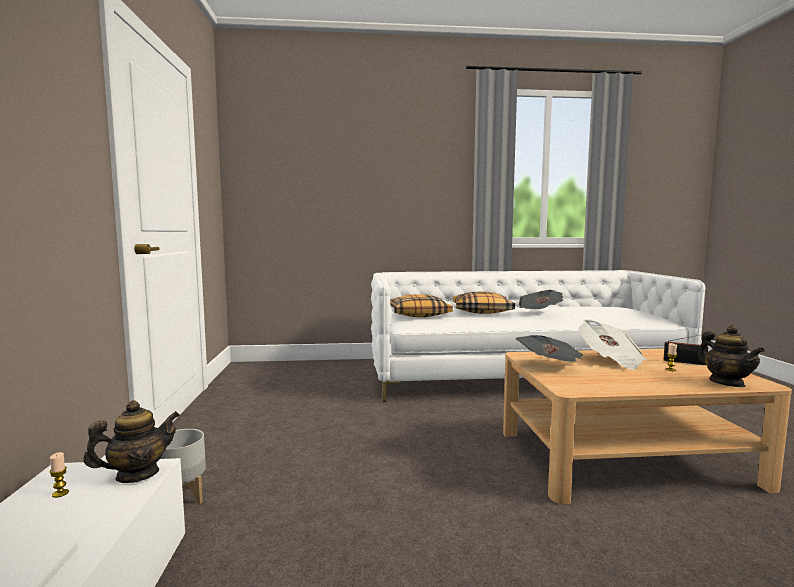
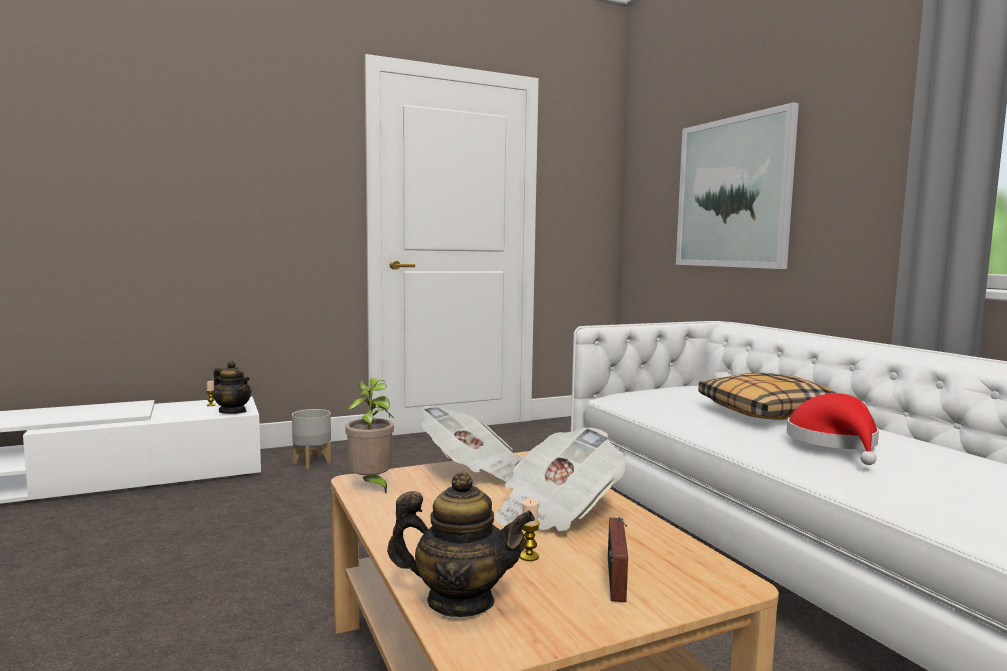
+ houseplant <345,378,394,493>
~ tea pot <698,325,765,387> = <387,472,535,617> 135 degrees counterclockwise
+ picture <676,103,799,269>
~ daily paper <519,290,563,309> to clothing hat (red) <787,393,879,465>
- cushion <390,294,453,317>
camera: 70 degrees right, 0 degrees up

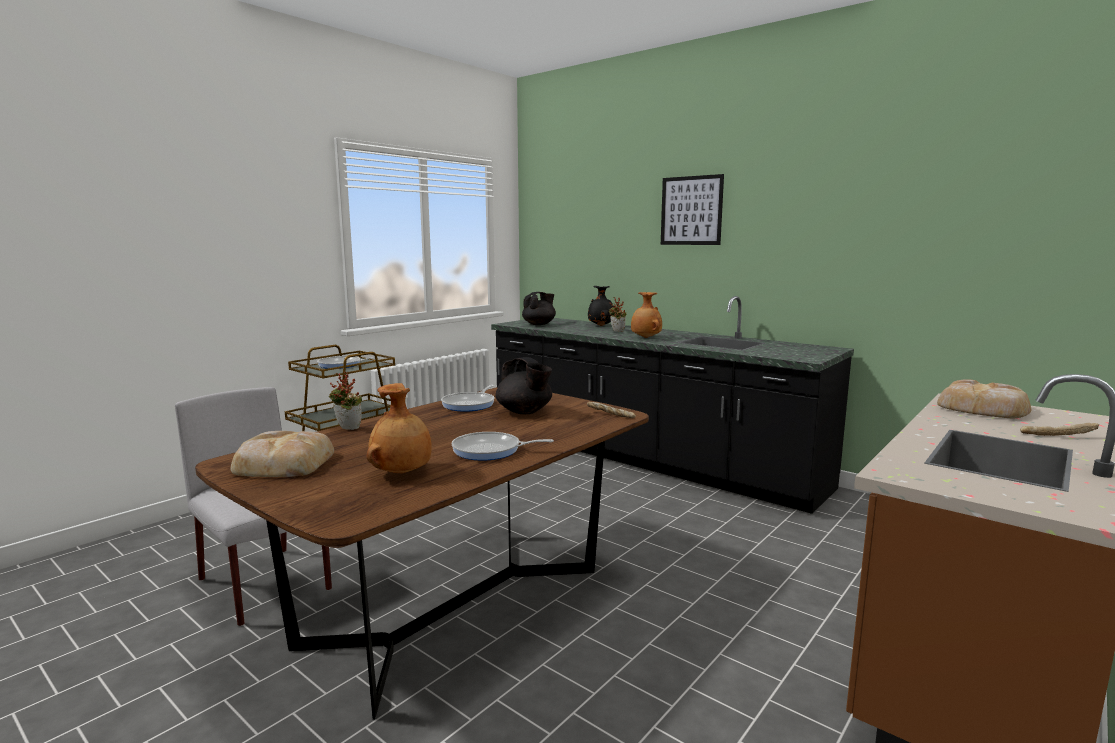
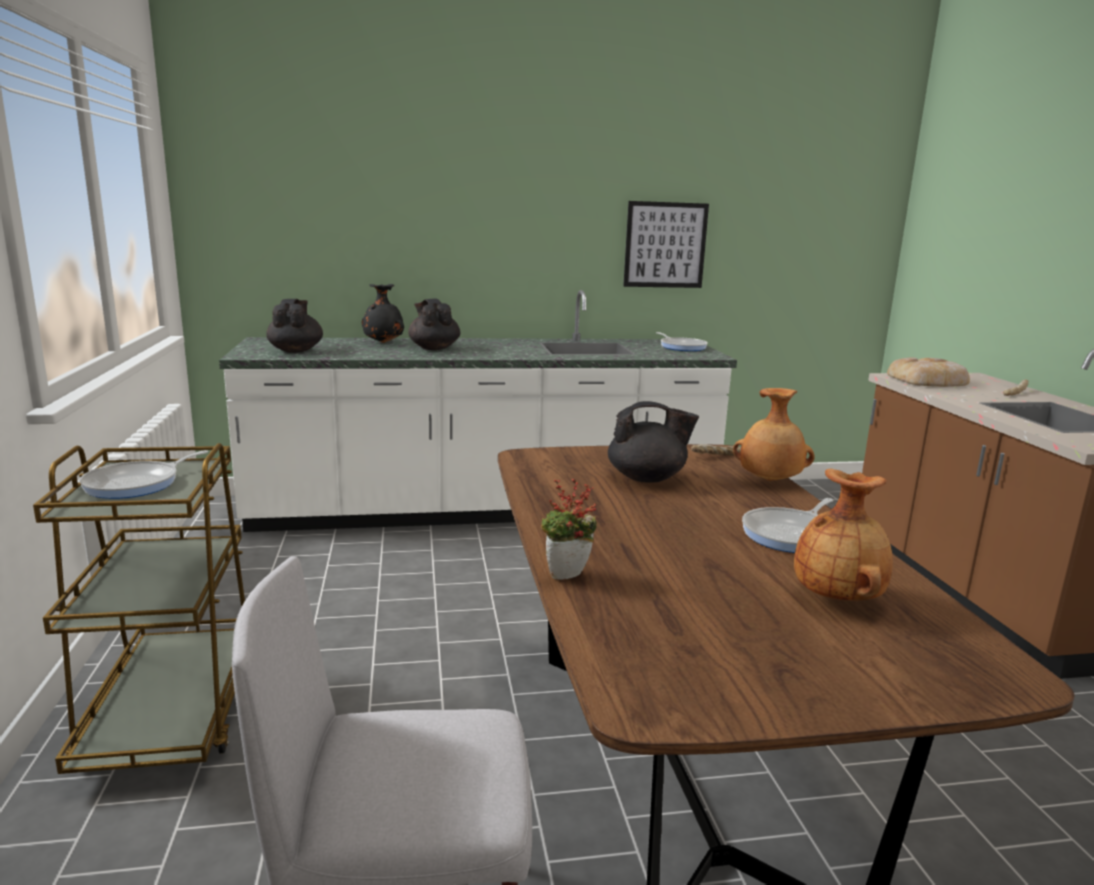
~ kitchen counter (blackish) <491,296,854,514> to kitchen counter (whitish) <219,290,737,532>
~ houseplant <608,297,627,332> to tea pot (blackish) <408,299,460,350>
~ picture <661,174,724,245> to <623,201,709,288>
~ skillet <441,385,494,412> to <656,332,708,351>
~ decorative vase (brownish) <631,292,662,338> to <733,388,815,481>
- bread <231,431,334,477>
camera: 50 degrees left, 5 degrees up

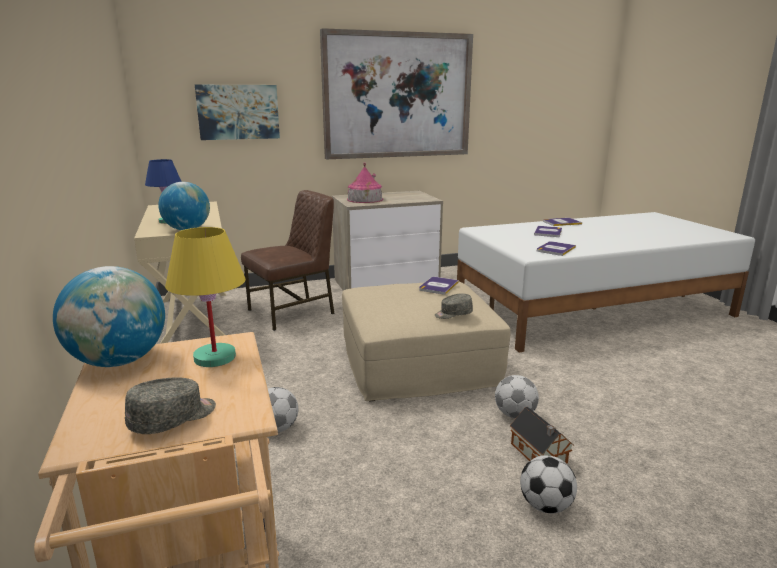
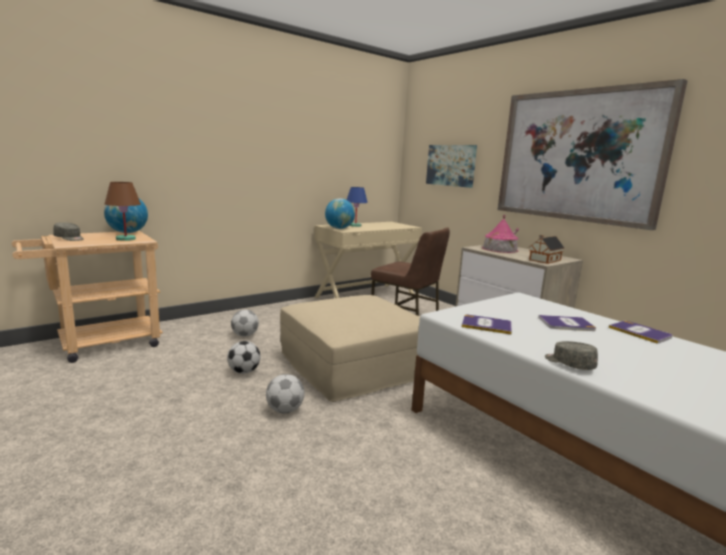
~ table lamp (yellow-coloured) <165,227,246,367> to table lamp (brownish) <105,182,141,241>
~ ball for football <520,455,577,514> to <227,341,261,374>
~ model house <510,407,573,464> to <529,235,565,264>
~ peaked cap (gray) <435,293,473,319> to <545,341,598,370>
- volume <419,277,459,295>
camera: 70 degrees right, 5 degrees down

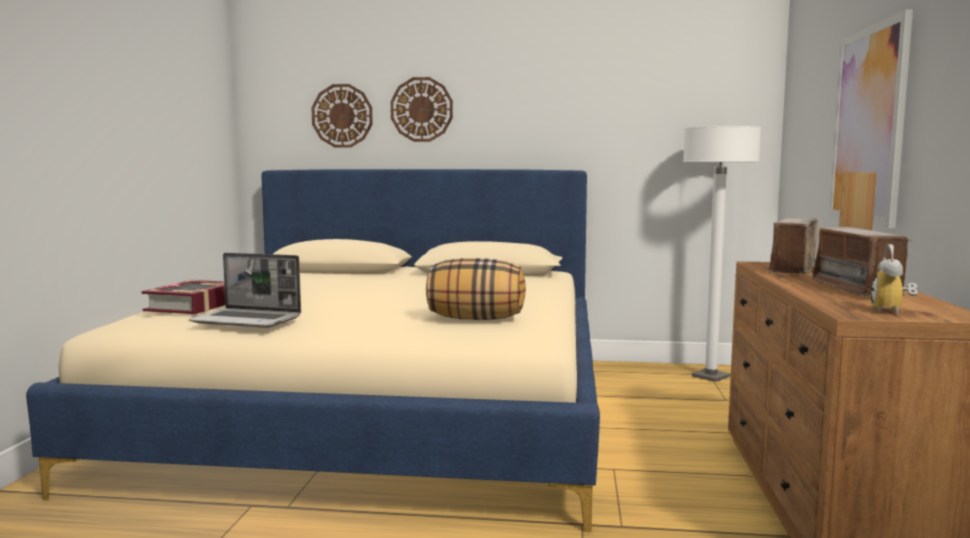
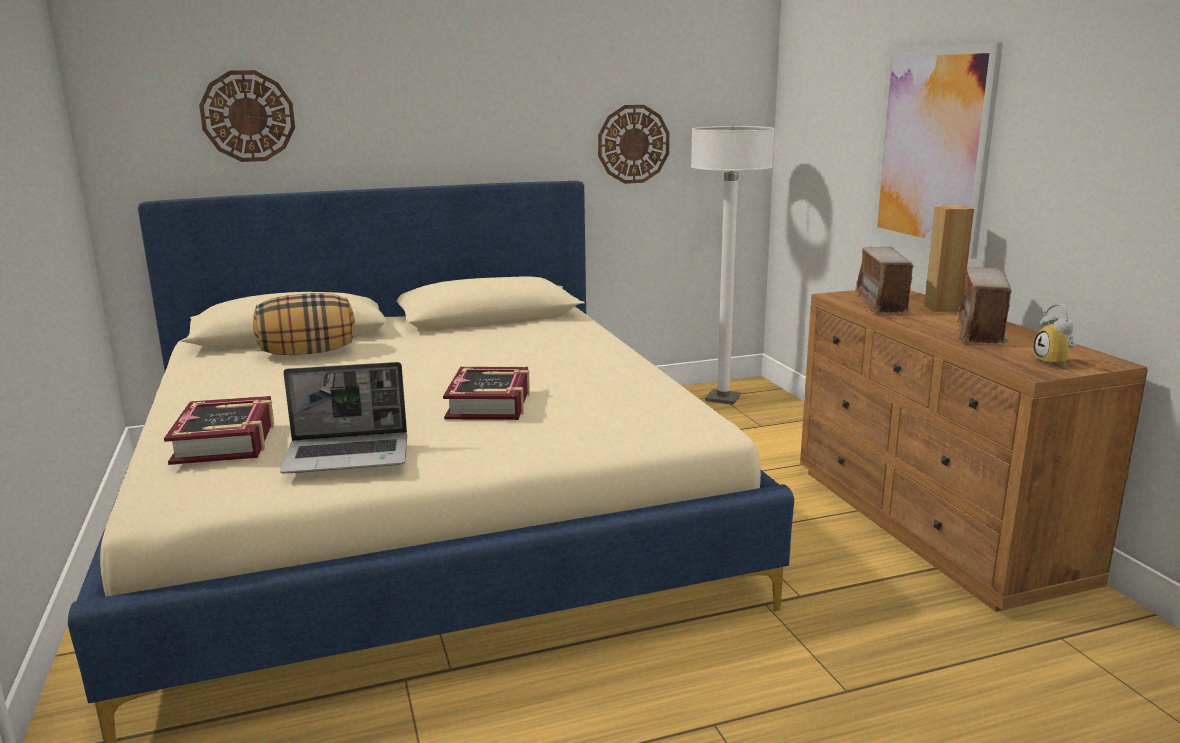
~ cushion <426,258,526,320> to <253,293,355,355>
+ volume <443,367,530,420>
~ hanging clock <390,77,453,142> to <598,105,670,184>
~ radio set <811,227,912,298> = <956,267,1012,345> 45 degrees clockwise
camera: 25 degrees left, 10 degrees up

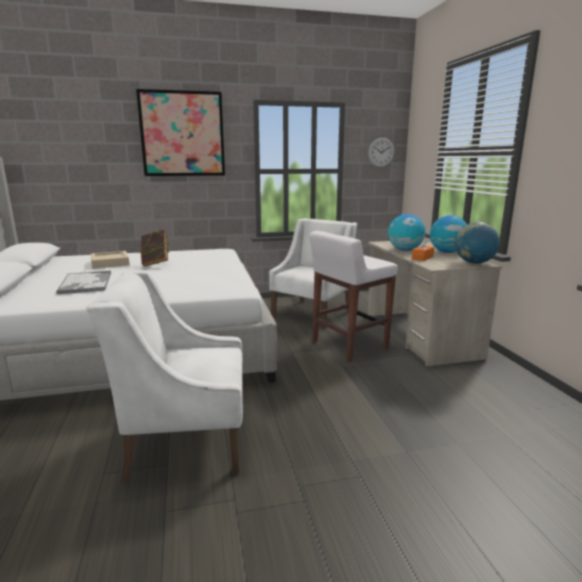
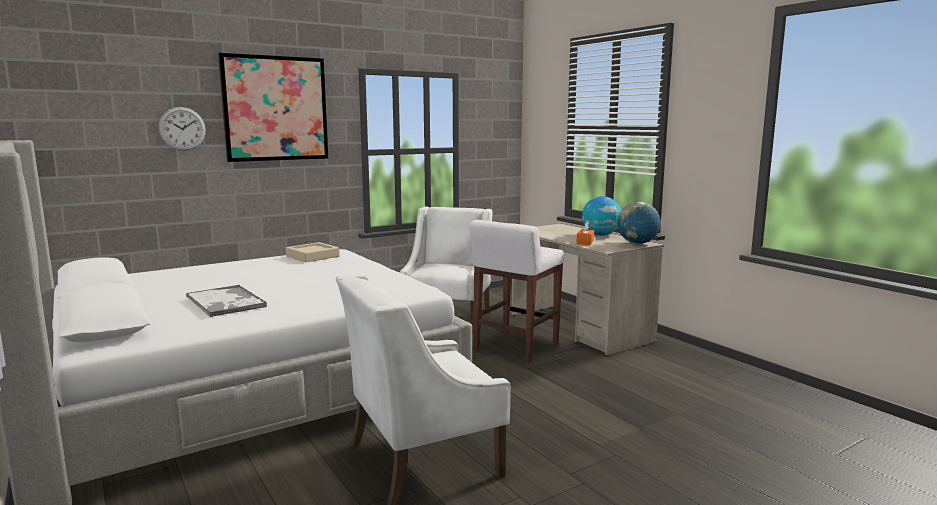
~ hanging clock <368,138,394,167> to <159,107,206,151>
~ tray (beige-coloured) <91,251,129,269> to <286,242,340,262>
- volume <140,230,169,266>
- world globe <388,214,425,251>
camera: 20 degrees left, 5 degrees down

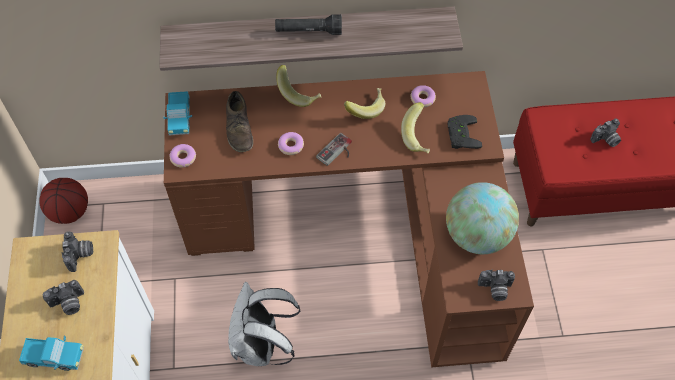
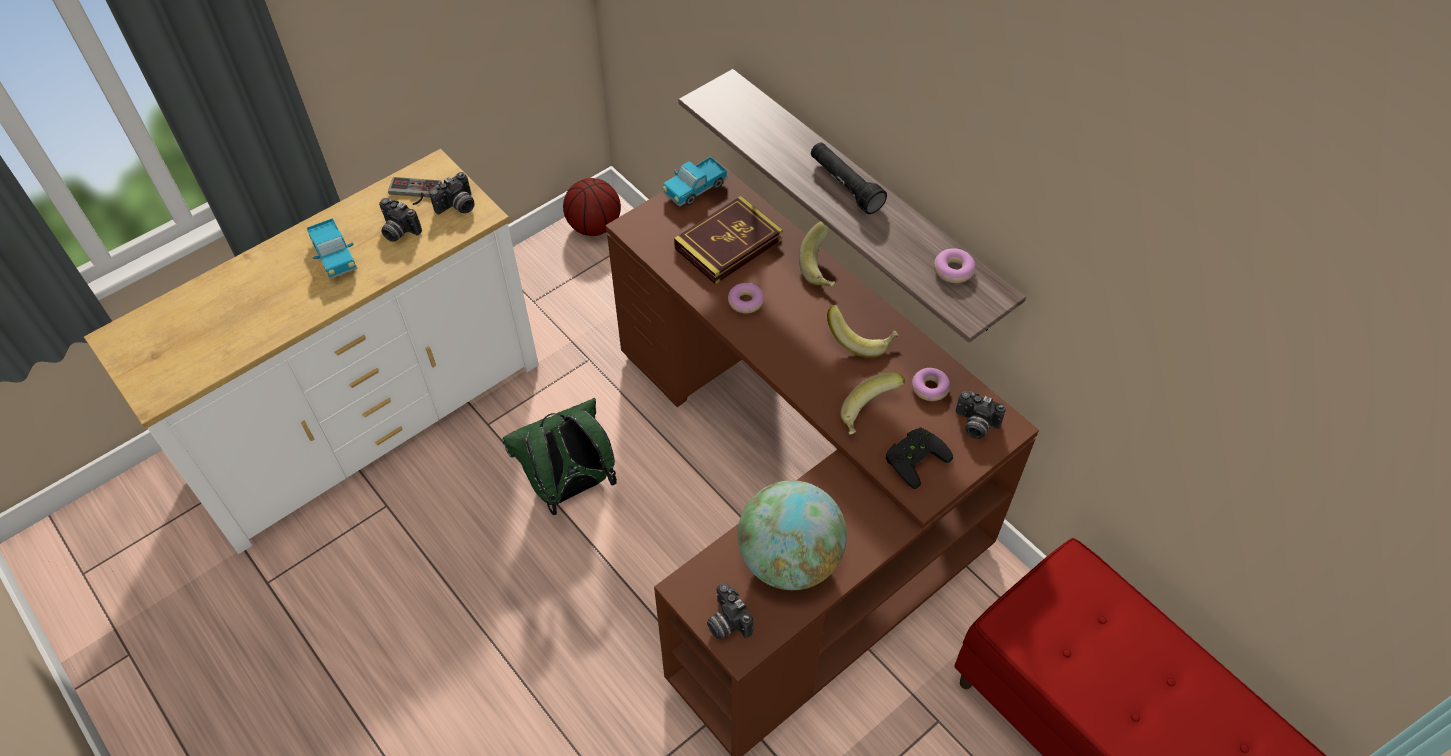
~ game controller <316,133,352,166> to <388,177,442,205>
~ backpack (whitish) <228,282,300,366> to backpack (green) <502,398,617,515>
~ shoe (brownish) <226,91,253,152> to volume <674,196,783,284>
~ ring doughnut <169,144,196,168> to <934,248,976,283>
~ still camera <590,119,621,147> to <955,391,1006,439>
camera: 55 degrees right, 5 degrees down

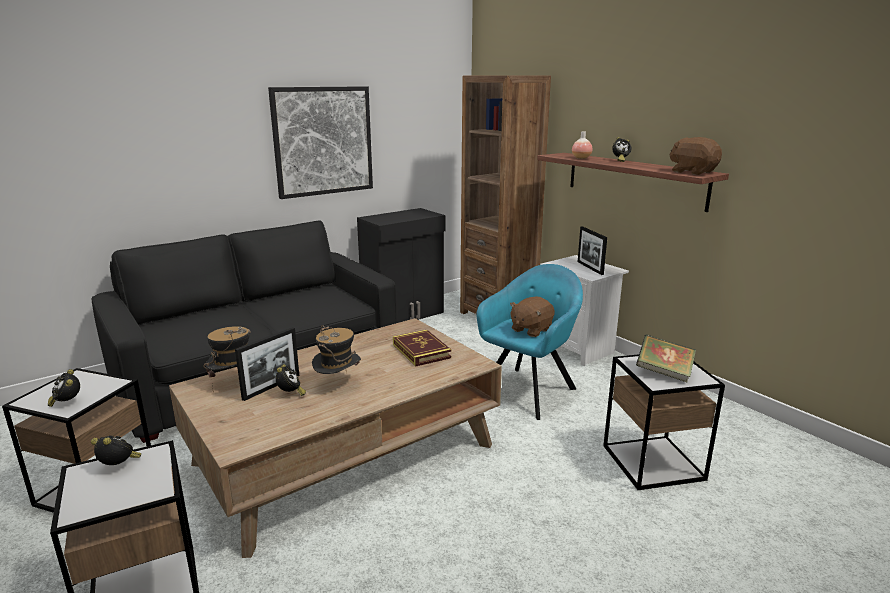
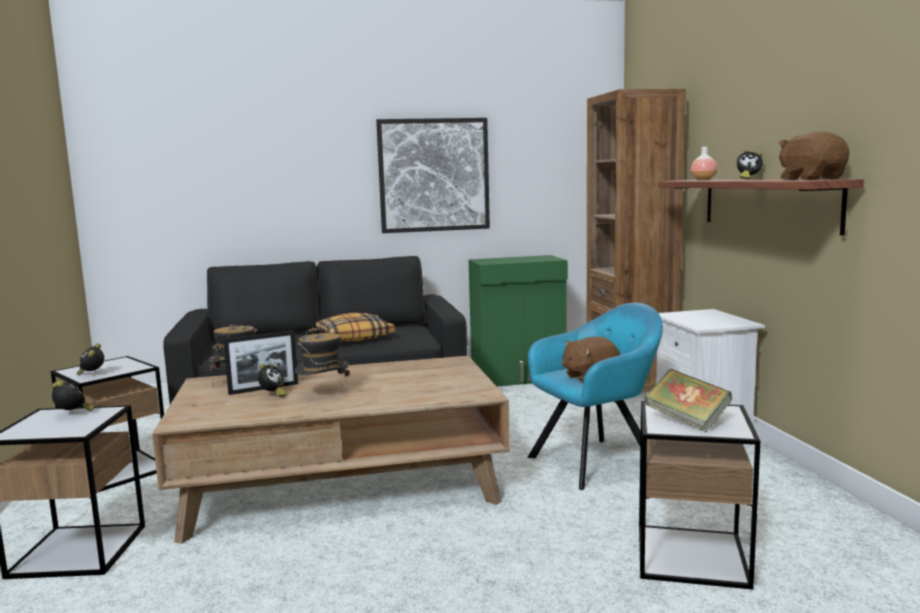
+ cushion <316,313,395,342>
~ cabinet (blackish) <357,208,445,323> to cabinet (green) <469,255,568,387>
- volume <393,330,451,367>
- photo frame <578,226,607,275>
camera: 25 degrees right, 10 degrees down

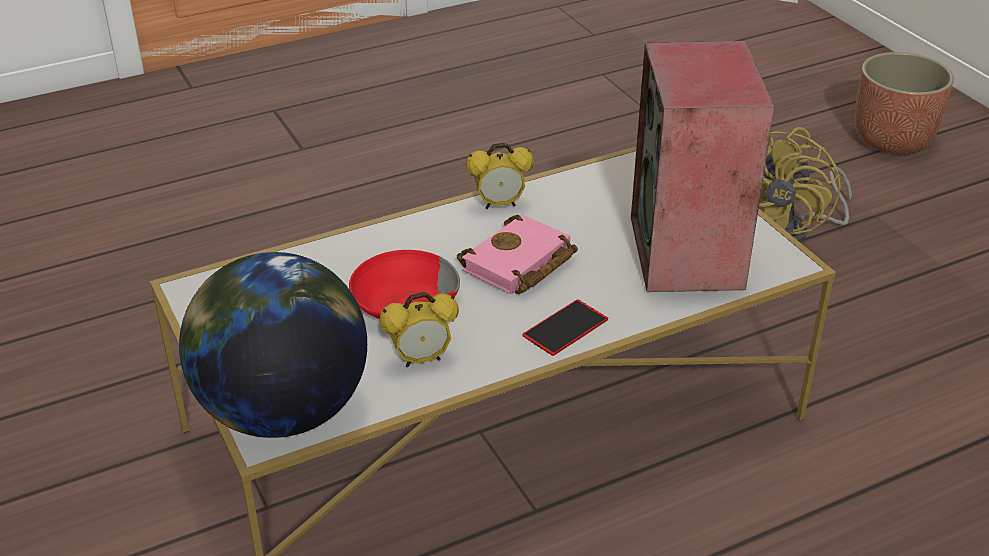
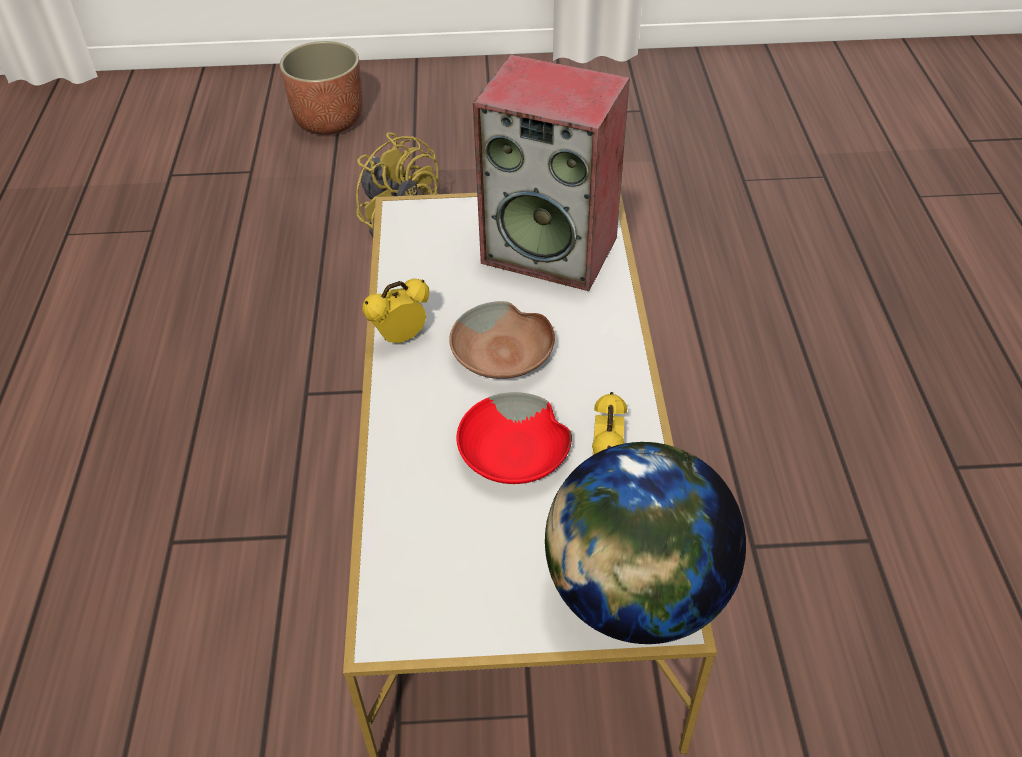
~ bedside clock <466,143,534,209> = <362,279,430,343> 135 degrees counterclockwise
~ volume (pink-coloured) <457,215,578,294> to bowl (brownish) <449,301,555,379>
- handset <522,299,608,356>
camera: 65 degrees left, 10 degrees up

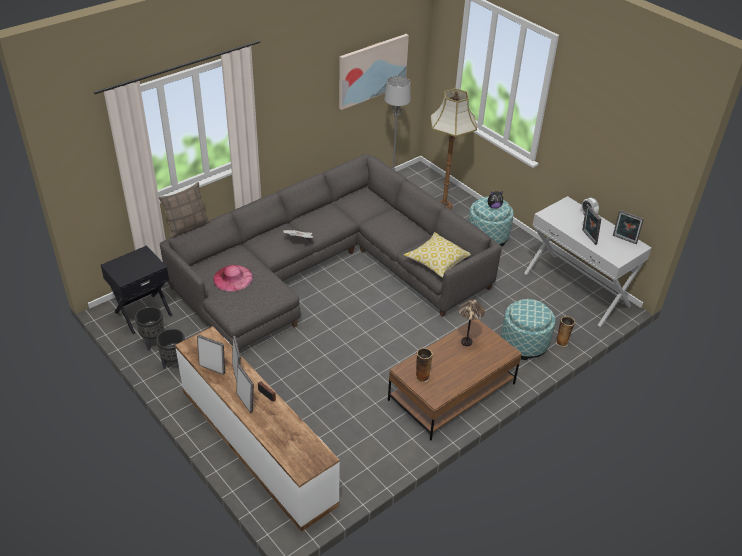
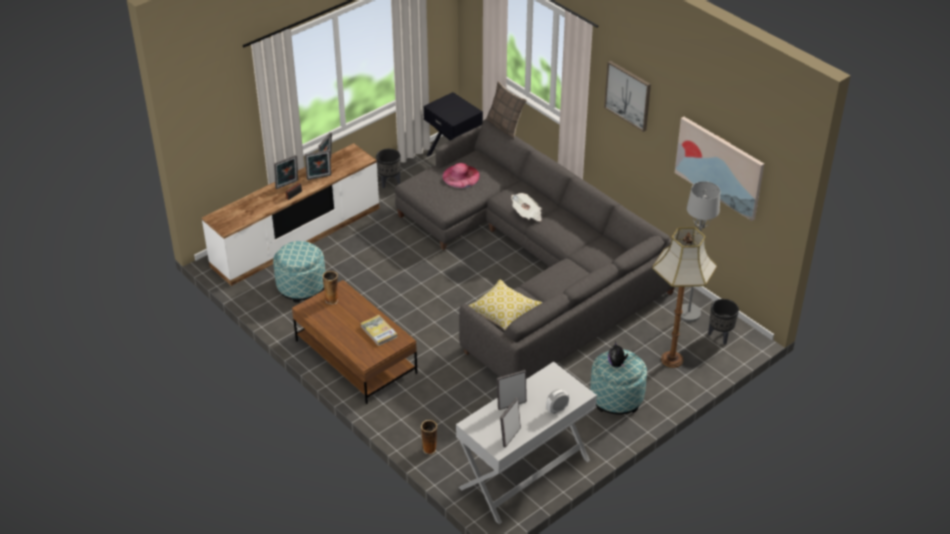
~ ottoman <501,299,555,360> to <273,241,325,303>
~ table lamp <458,299,485,346> to volume <360,315,397,346>
+ picture <604,61,651,132>
~ flower pot (blackish) <135,307,164,351> to <708,299,739,344>
camera: 90 degrees right, 0 degrees up

